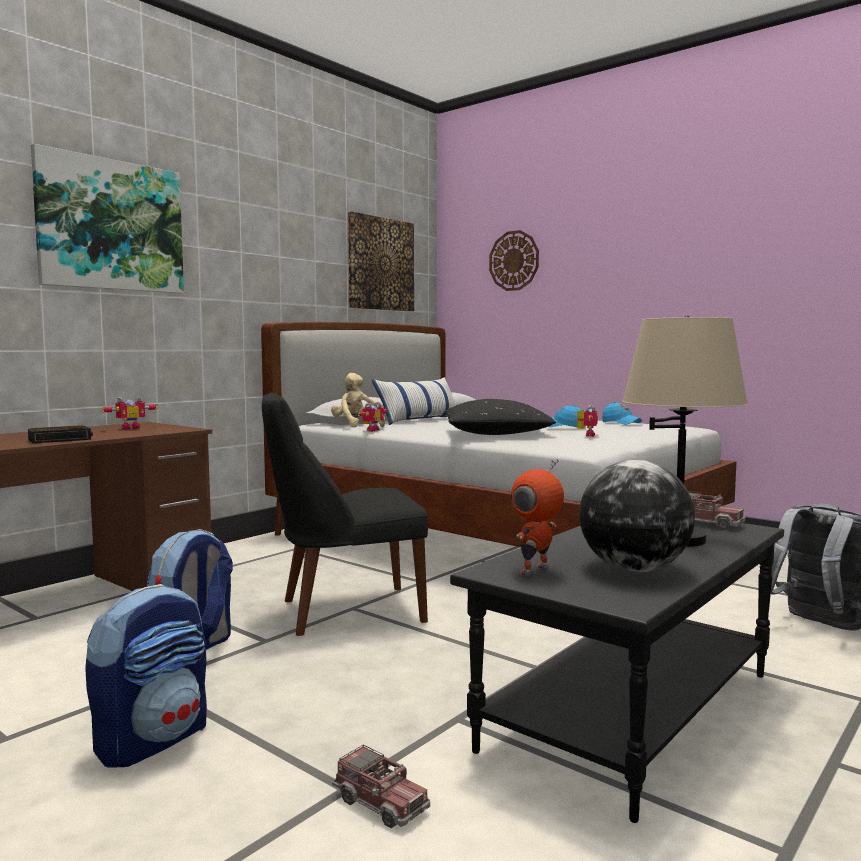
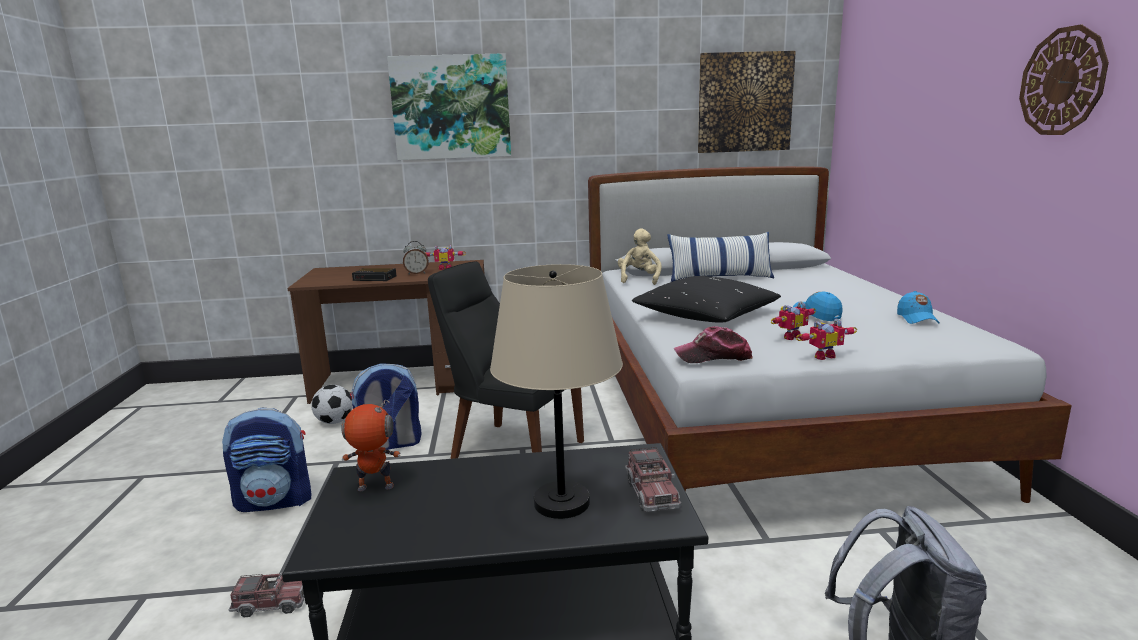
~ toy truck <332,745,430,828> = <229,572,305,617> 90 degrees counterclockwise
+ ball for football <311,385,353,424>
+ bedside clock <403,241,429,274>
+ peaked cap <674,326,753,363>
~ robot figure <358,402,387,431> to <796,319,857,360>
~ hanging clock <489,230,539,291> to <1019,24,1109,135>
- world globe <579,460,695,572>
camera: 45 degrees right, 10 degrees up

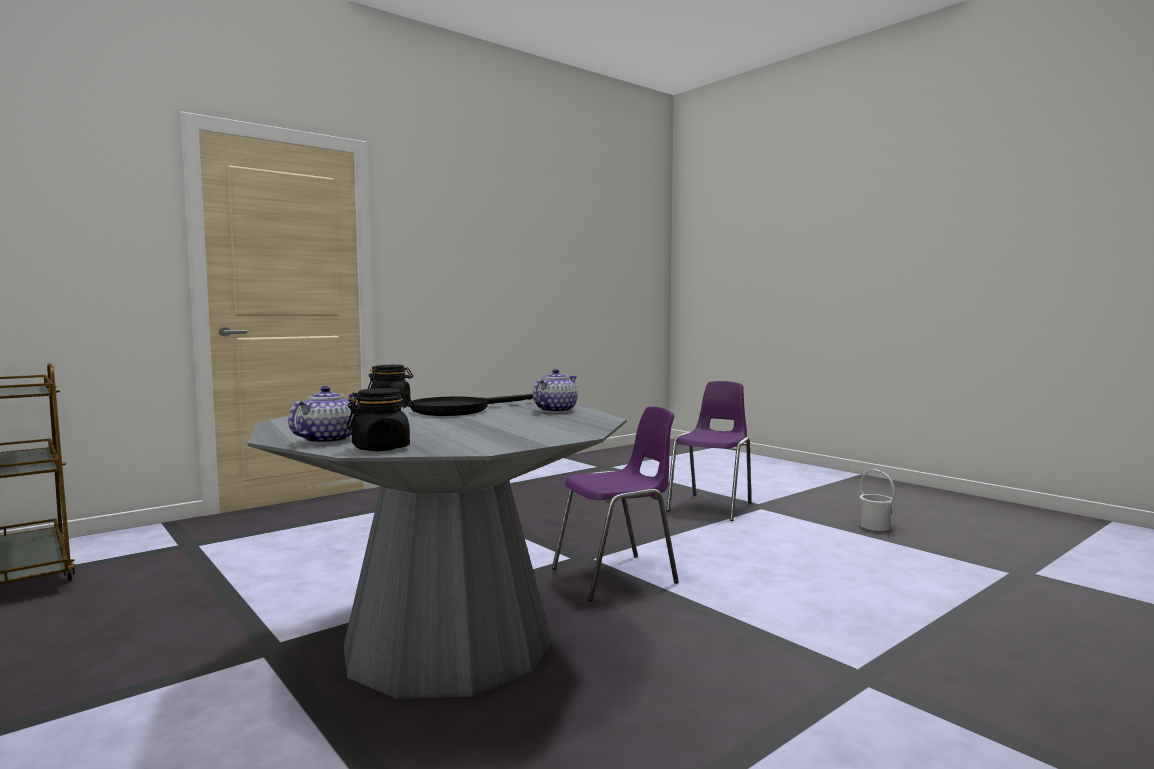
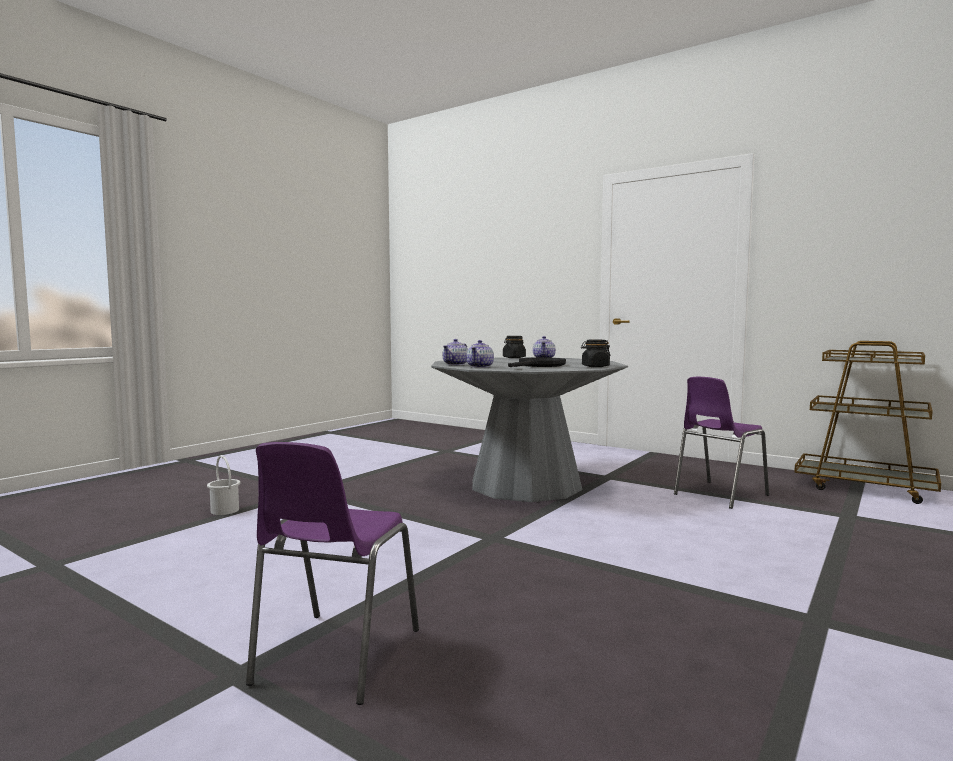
~ bucket (whitish) <860,469,895,531> to <207,455,240,515>
+ tea pot <442,339,468,365>
~ upright chair (purple-coloured) <552,406,679,601> to <674,377,769,509>
camera: 165 degrees right, 0 degrees up

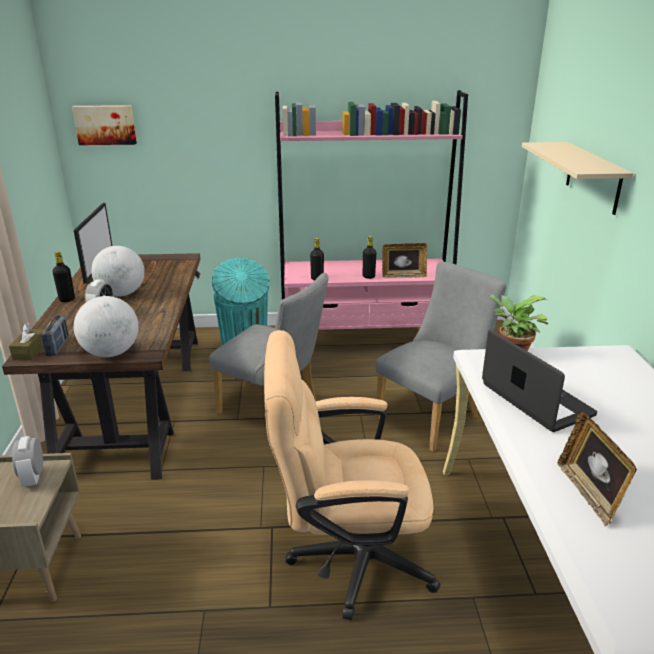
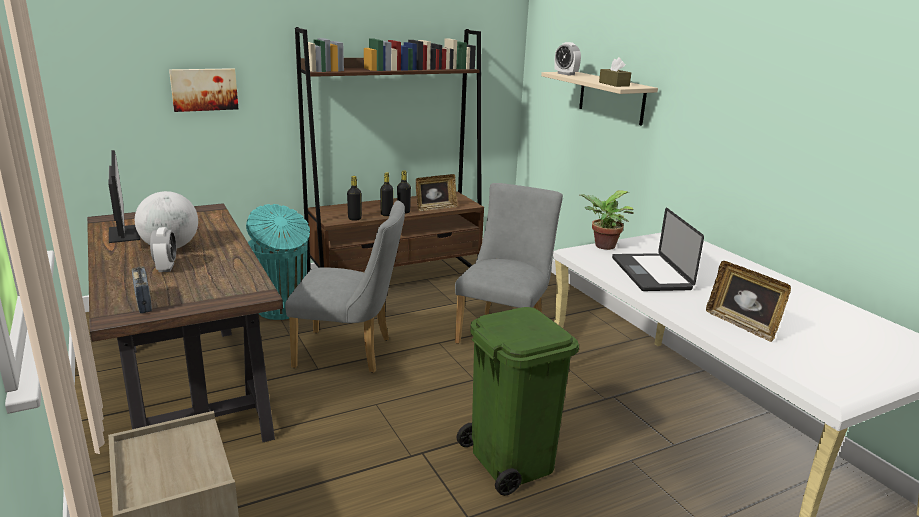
~ picture <72,105,137,145> to <169,68,238,112>
~ bookshelf (pink-coloured) <275,90,468,330> to bookshelf (brownish) <295,27,484,273>
~ beverage bottle (blackish) <53,251,75,302> to <380,172,393,216>
~ desk chair (beige-coloured) <264,330,441,620> to rubbish bin (green) <457,307,579,496>
~ bedside clock <12,436,43,487> to <554,42,581,75>
~ tissue holder (brownish) <9,323,44,361> to <599,57,631,87>
~ laptop <482,330,597,432> = <612,208,704,291> 135 degrees counterclockwise
- world globe <74,296,139,357>
camera: 25 degrees left, 5 degrees down

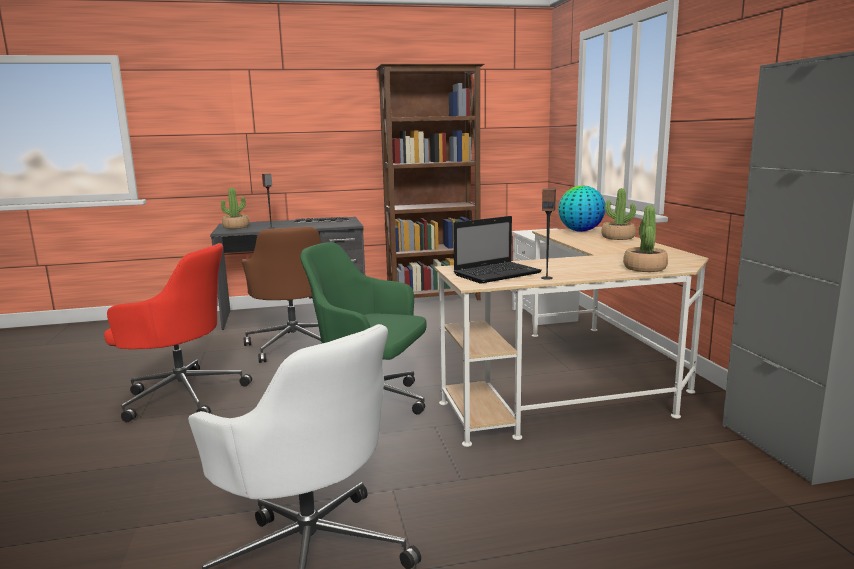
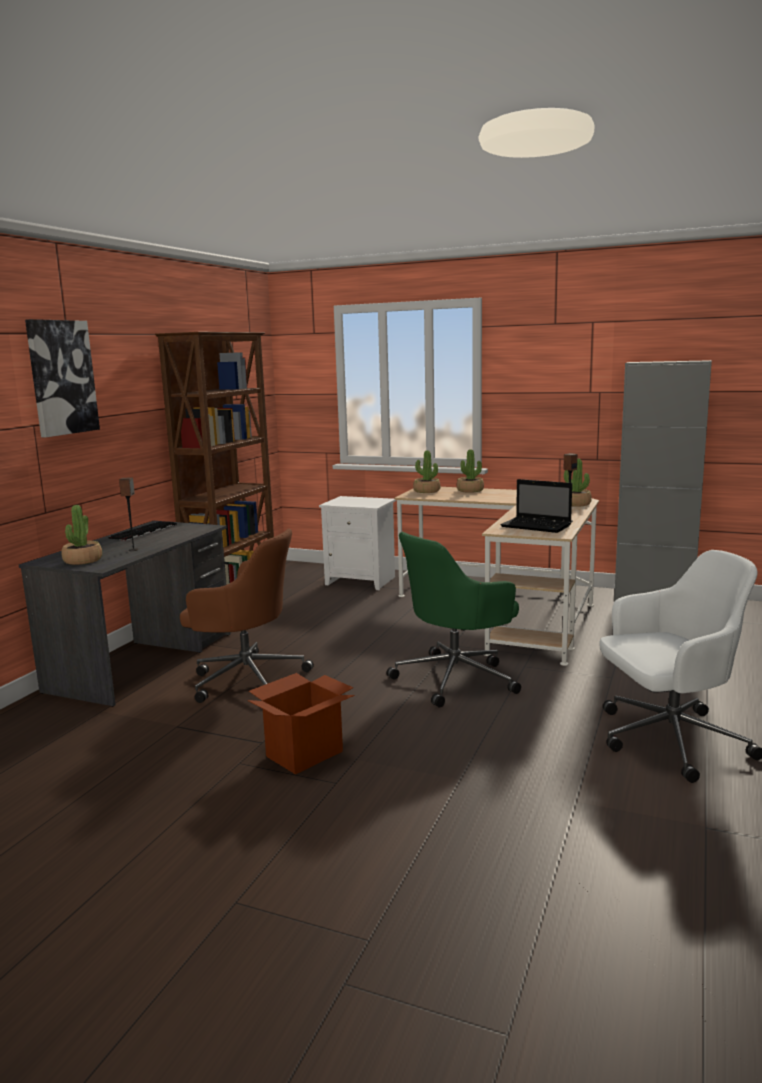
+ picture <25,319,100,437>
~ desk chair (red) <104,243,252,422> to carton <247,673,355,774>
~ world globe <558,185,605,232> to houseplant <413,450,440,493>
~ laptop <453,216,542,284> = <501,479,572,533> 120 degrees clockwise
camera: 55 degrees left, 0 degrees up

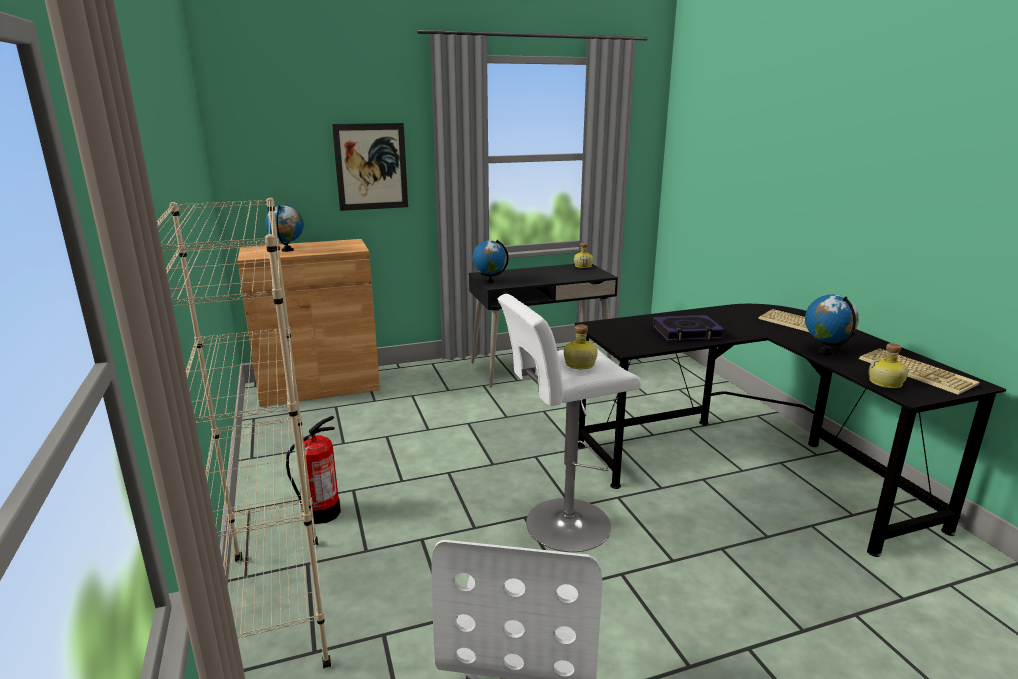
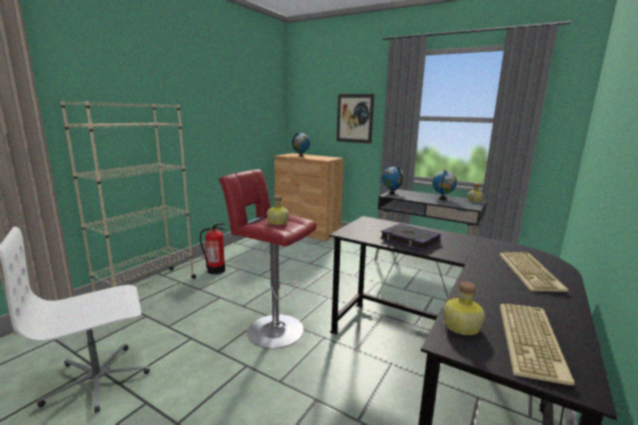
~ stool (whitish) <498,294,641,552> to stool (red) <219,169,317,349>
~ world globe <805,294,859,354> to <432,171,457,200>
camera: 50 degrees right, 5 degrees down

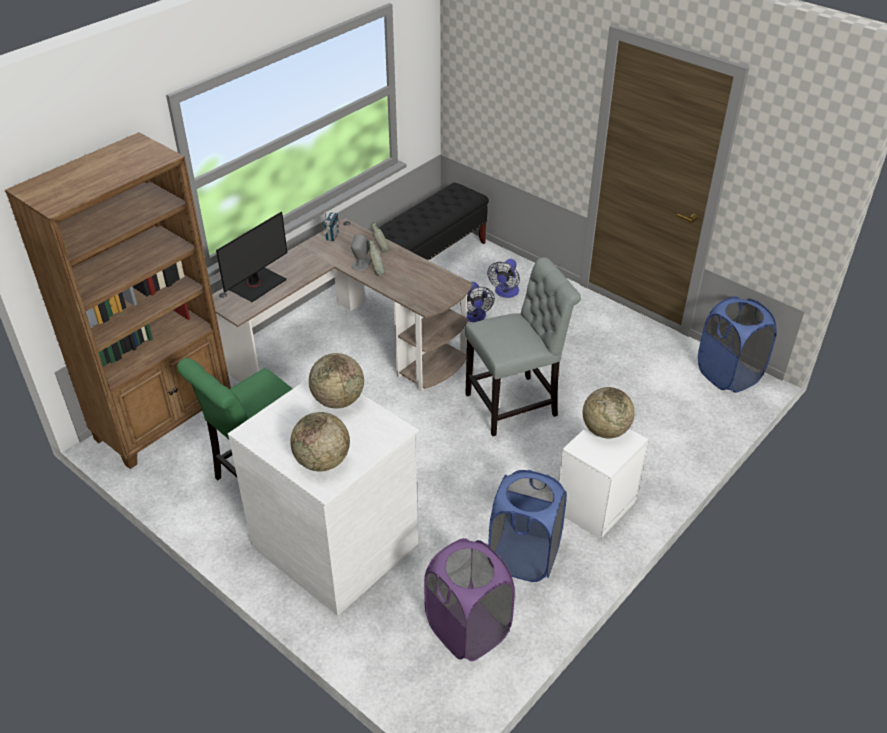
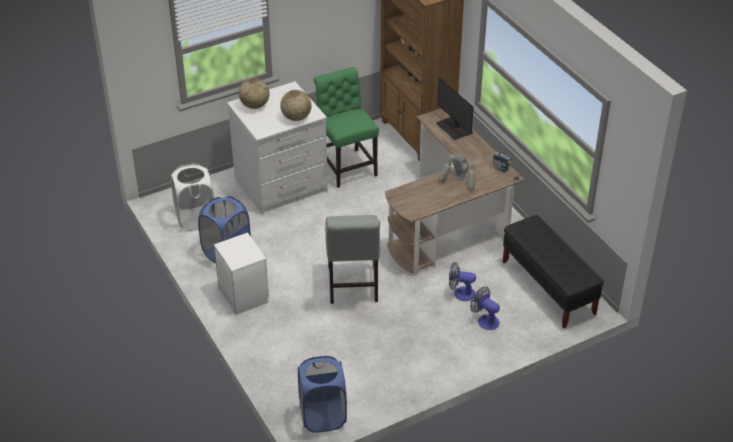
~ laundry basket (purple-coloured) <424,538,515,661> to laundry basket (whitish) <170,164,214,231>
- world globe <583,387,634,438>
camera: 110 degrees right, 0 degrees up

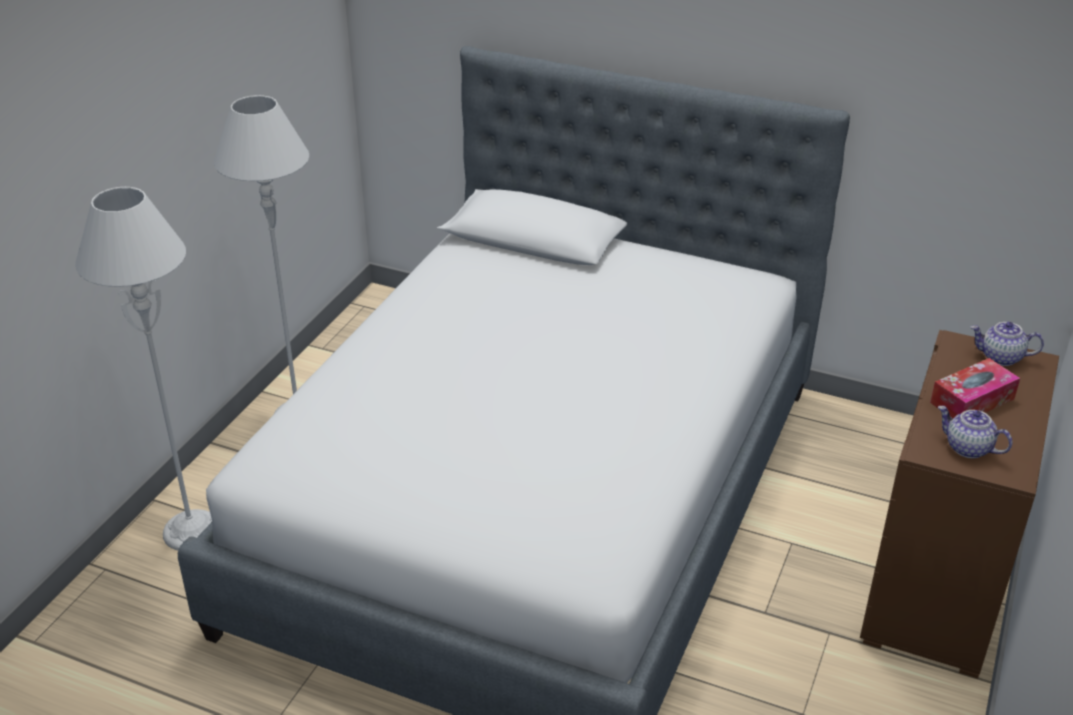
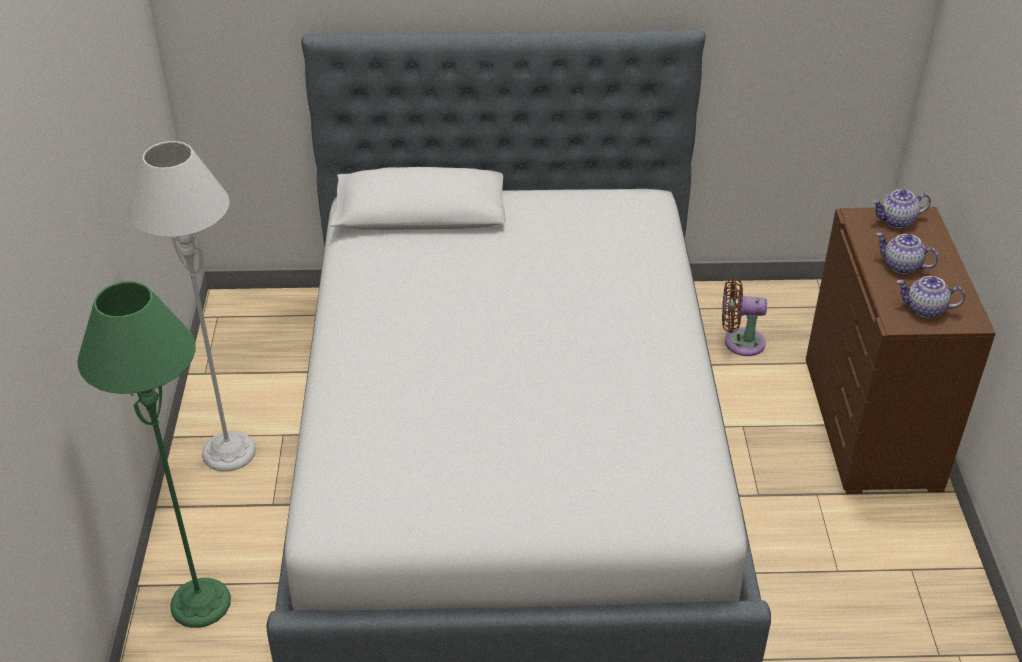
~ standard lamp (gray) <75,187,212,551> to standard lamp (green) <78,281,231,628>
+ electric fan (brownish) <722,277,767,356>
~ tissue holder <930,358,1020,418> to tea pot <876,233,939,274>
camera: 25 degrees left, 5 degrees up

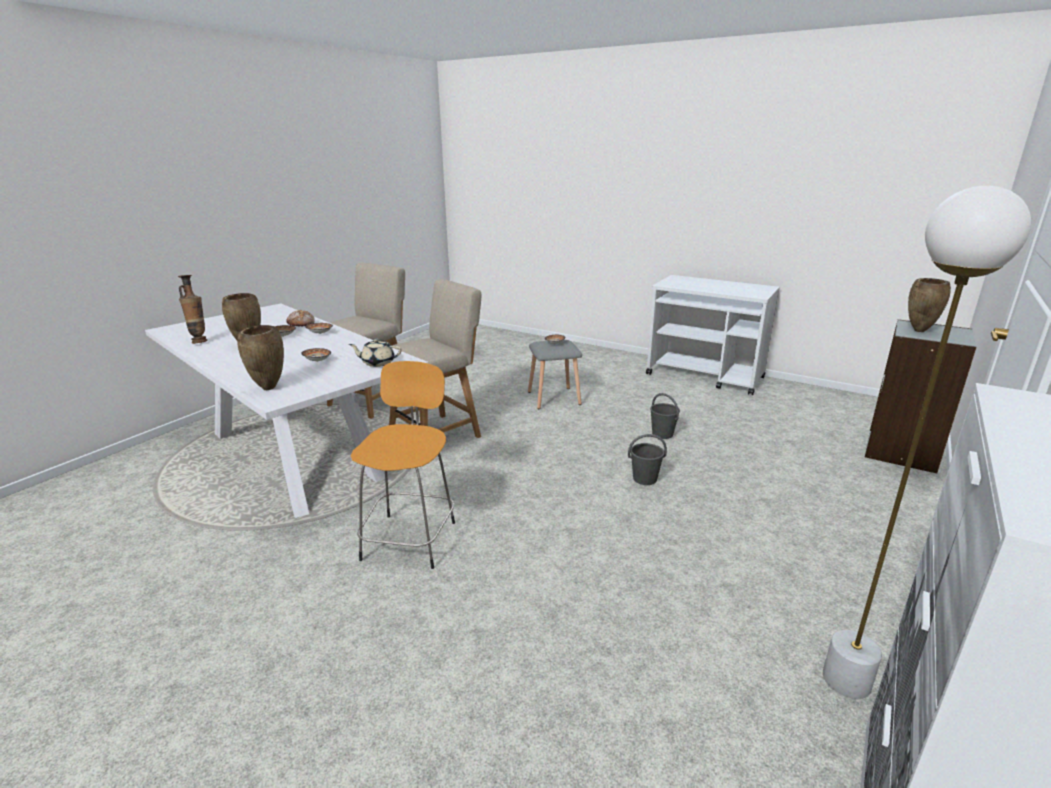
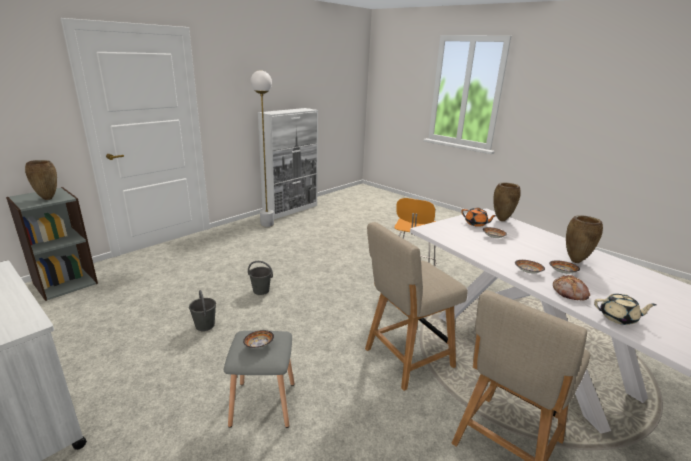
+ tea pot (orange-coloured) <461,207,497,227>
~ tea pot (beige-coloured) <349,339,402,367> to <594,294,657,325>
- decorative vase <178,275,208,344>
camera: 170 degrees left, 0 degrees up

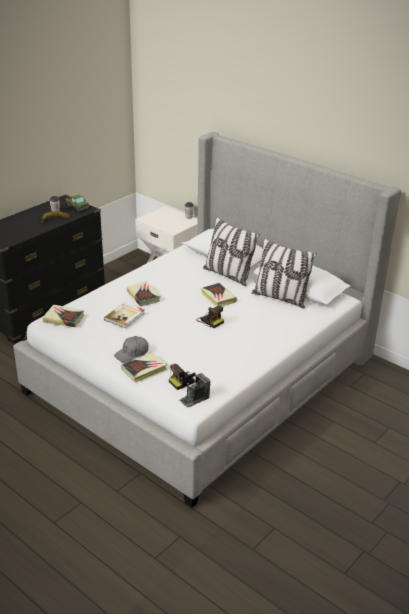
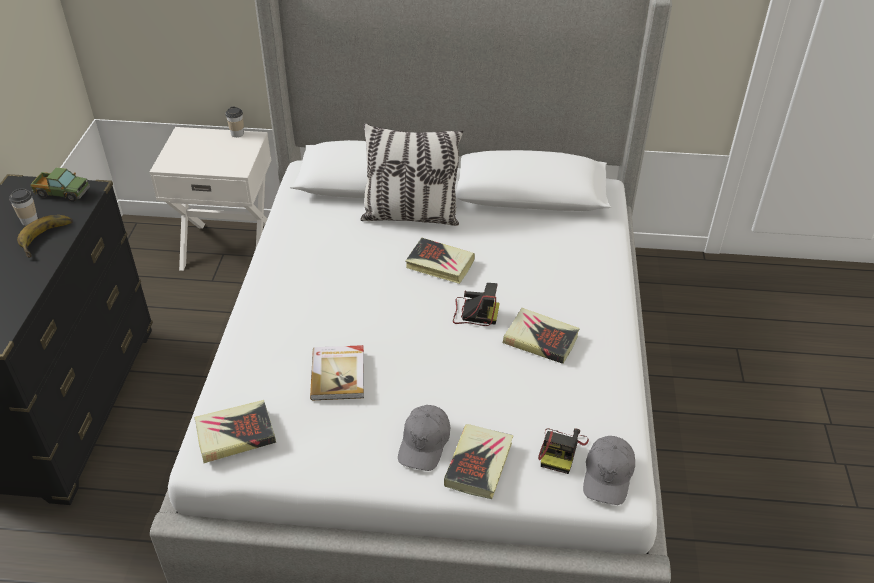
~ volume <127,281,161,306> to <503,308,580,364>
~ still camera <179,373,210,408> to peaked cap (gray) <583,436,635,505>
- cushion <251,238,317,308>
camera: 35 degrees left, 10 degrees up

